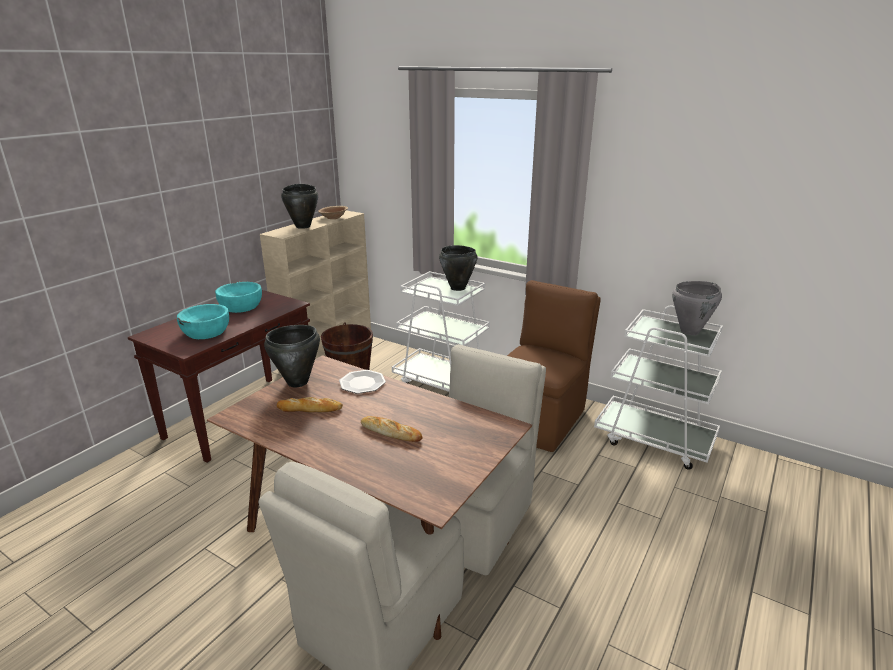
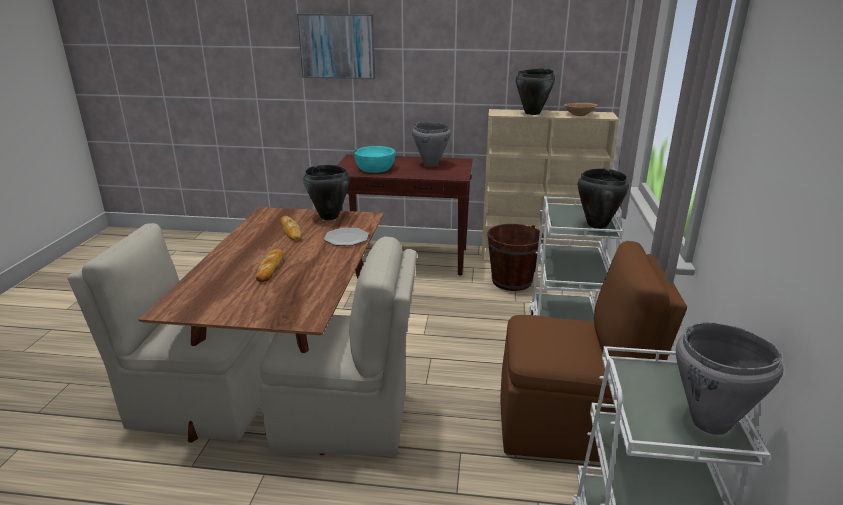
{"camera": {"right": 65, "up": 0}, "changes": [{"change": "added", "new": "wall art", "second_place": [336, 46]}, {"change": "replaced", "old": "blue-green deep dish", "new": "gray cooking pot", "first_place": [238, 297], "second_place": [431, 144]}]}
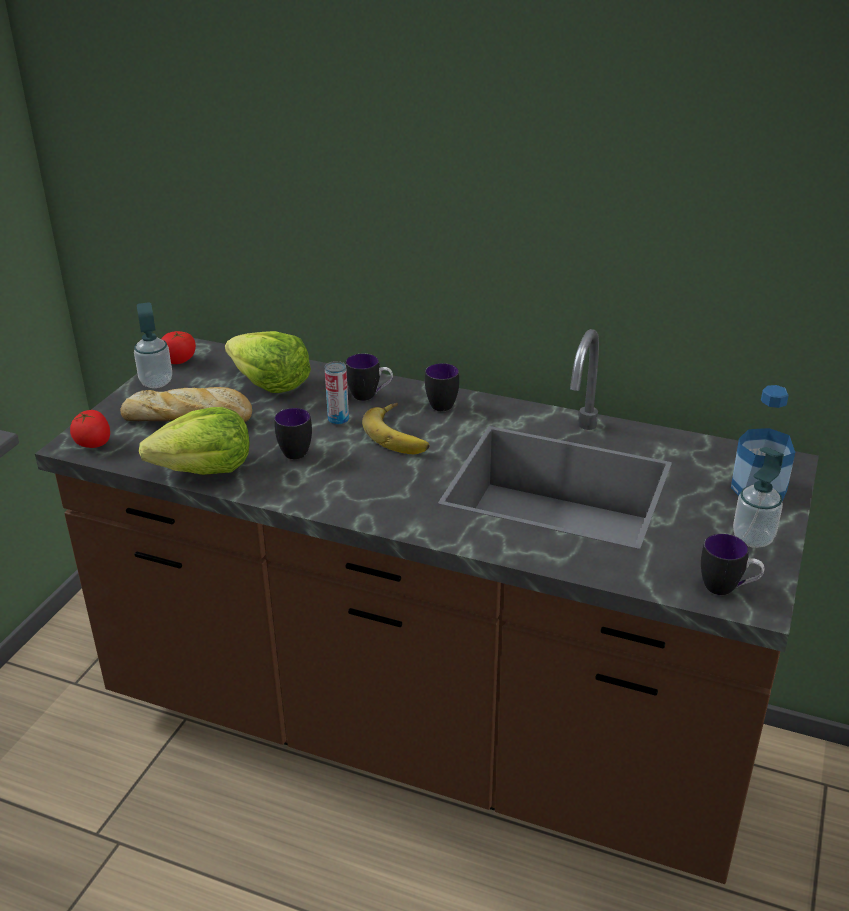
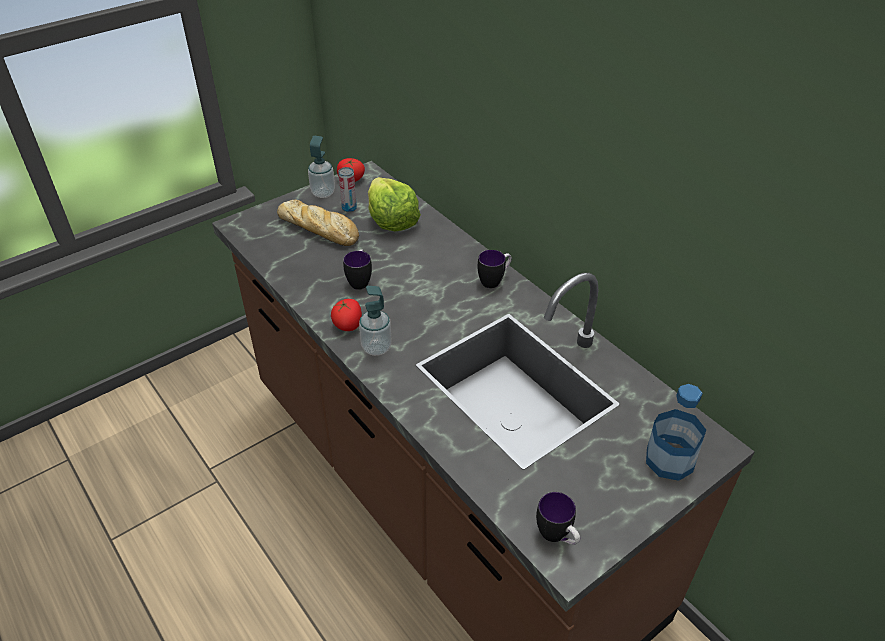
{"camera": {"right": 30, "up": 10}, "changes": [{"change": "moved", "old": "fresh tomato", "first_place": [90, 429], "second_place": [346, 315]}, {"change": "moved", "old": "metal can", "first_place": [337, 393], "second_place": [347, 189]}, {"change": "moved", "old": "liquid soap bottle", "first_place": [758, 497], "second_place": [375, 321]}, {"change": "removed", "old": "head of lettuce", "first_place": [194, 441]}, {"change": "removed", "old": "tea mug", "first_place": [369, 377]}, {"change": "removed", "old": "banana fruit", "first_place": [396, 428]}]}
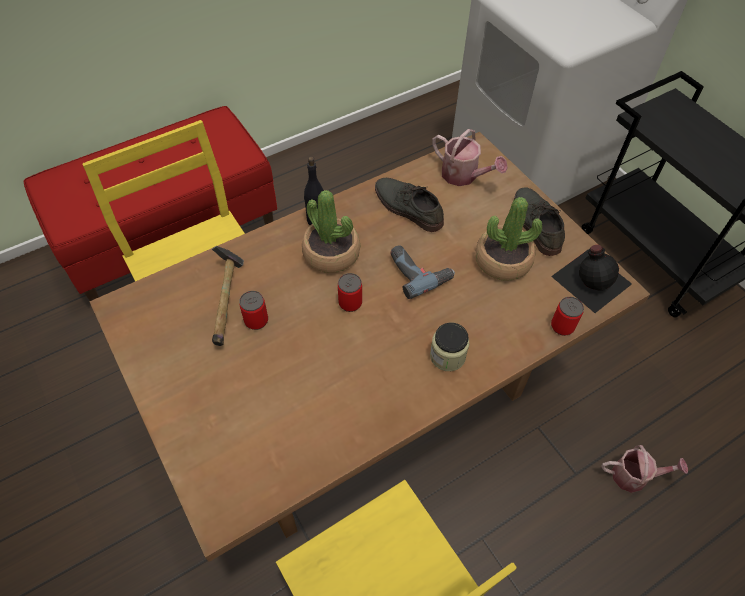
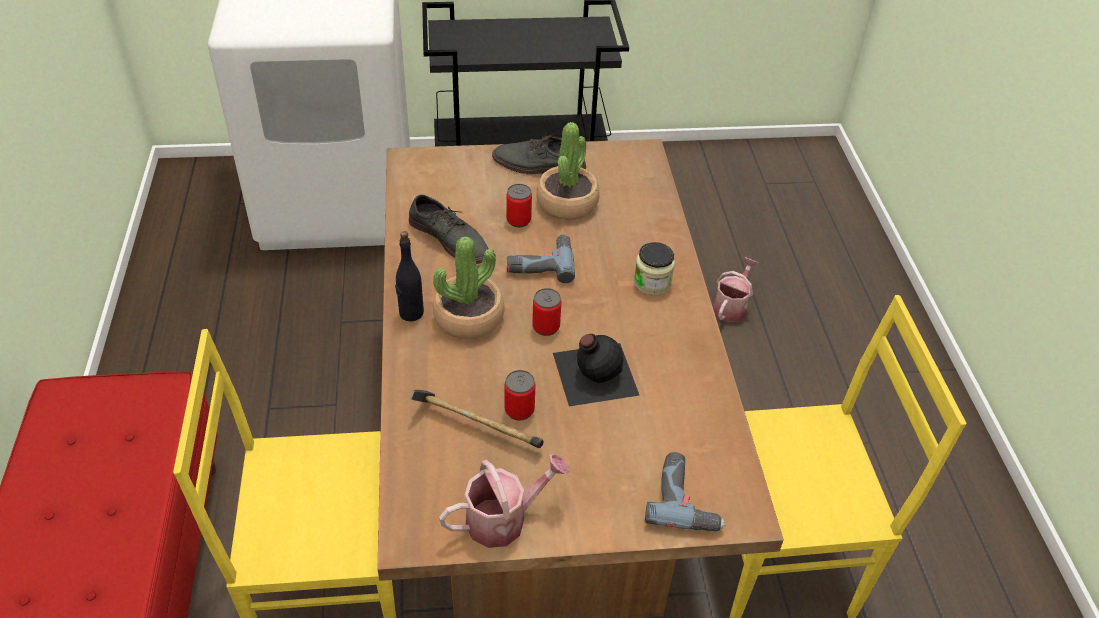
{"camera": {"right": -65, "up": -10}, "changes": [{"change": "turned", "old": "gray item of footwear", "first_place": [409, 205], "second_place": [449, 229], "degrees": -120}, {"change": "moved", "old": "watering can", "first_place": [470, 157], "second_place": [504, 501]}, {"change": "moved", "old": "metal can", "first_place": [567, 316], "second_place": [519, 205]}, {"change": "moved", "old": "black-coloured bottle", "first_place": [591, 279], "second_place": [596, 370]}, {"change": "added", "new": "drill", "second_place": [685, 492]}]}
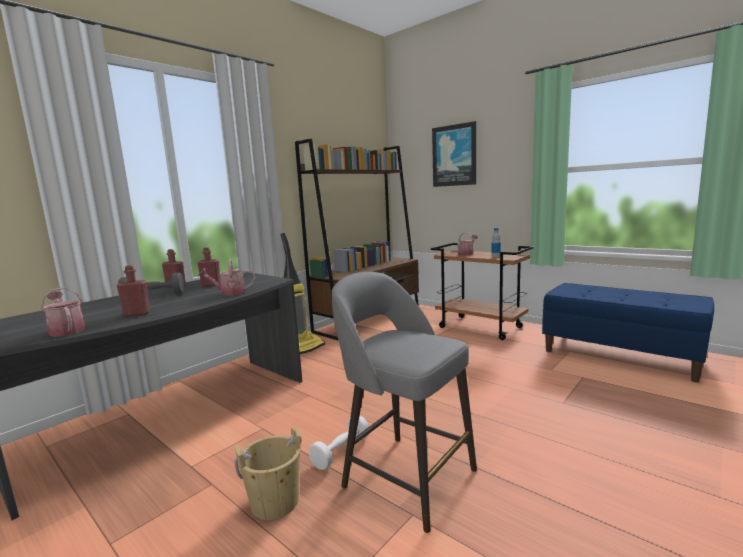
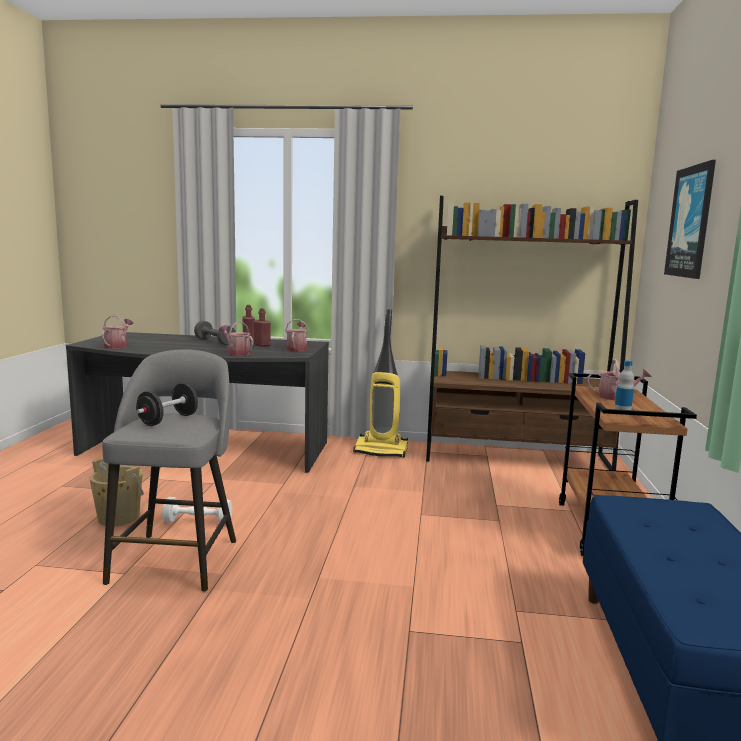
{"camera": {"right": 55, "up": 0}, "changes": [{"change": "added", "new": "black-coloured hand weight", "second_place": [167, 404]}, {"change": "added", "new": "watering can", "second_place": [296, 335]}, {"change": "removed", "old": "red bottle", "first_place": [133, 291]}]}
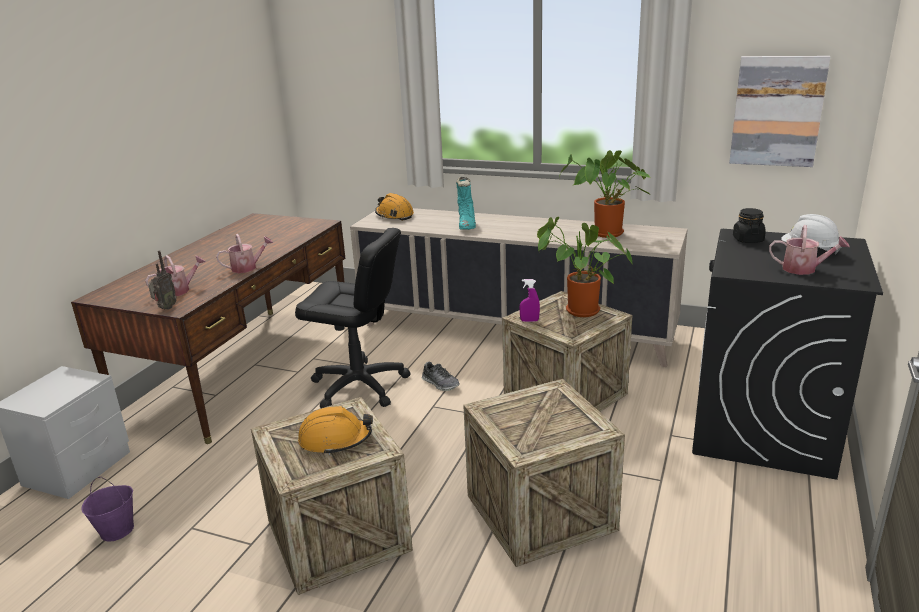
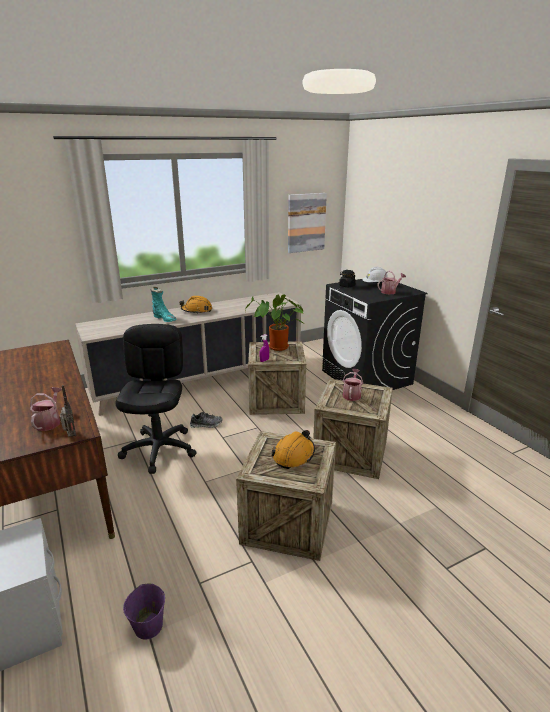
{"camera": {"right": -50, "up": 0}, "changes": [{"change": "turned", "old": "black-coloured office chair", "first_place": [353, 318], "second_place": [156, 399], "degrees": -60}, {"change": "moved", "old": "orangey safety helmet", "first_place": [394, 207], "second_place": [195, 305]}, {"change": "moved", "old": "watering can", "first_place": [244, 253], "second_place": [353, 385]}, {"change": "removed", "old": "houseplant", "first_place": [606, 194]}]}
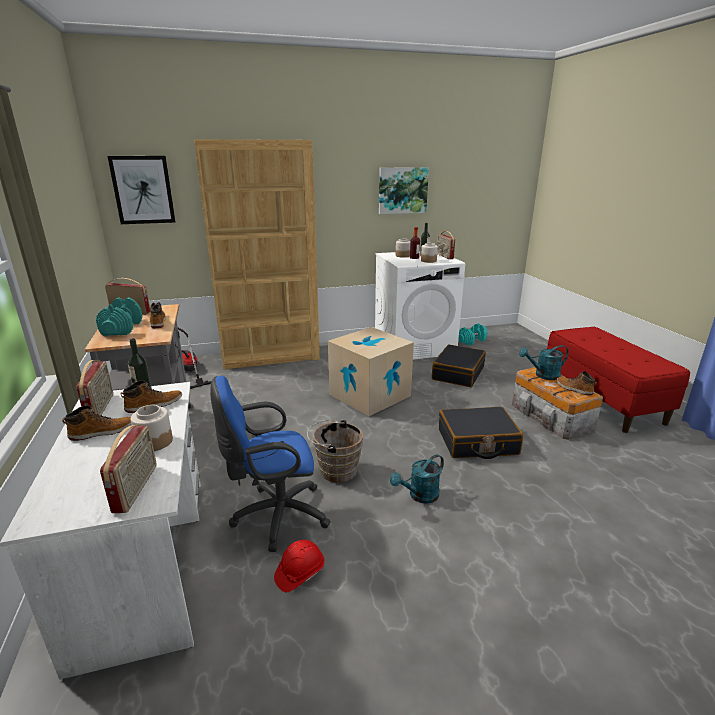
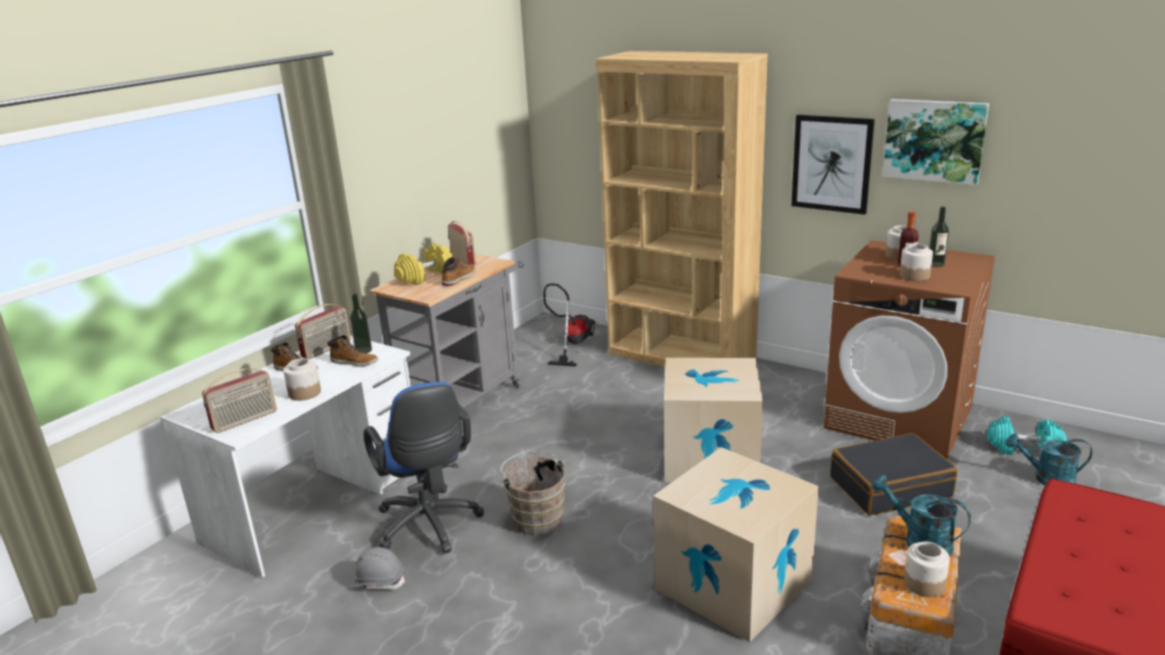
{"camera": {"right": 50, "up": 0}, "changes": [{"change": "recoloured", "old": "red safety helmet", "new": "gray safety helmet", "first_place": [299, 566], "second_place": [377, 568]}, {"change": "turned", "old": "blue office chair", "first_place": [270, 464], "second_place": [424, 468], "degrees": -150}, {"change": "recoloured", "old": "blue-green hand weight", "new": "yellow-coloured hand weight", "first_place": [119, 316], "second_place": [423, 264]}, {"change": "replaced", "old": "black-coloured piece of luggage", "new": "packing box", "first_place": [481, 433], "second_place": [736, 544]}, {"change": "moved", "old": "wall art", "first_place": [141, 190], "second_place": [833, 165]}, {"change": "recoloured", "old": "whitish laundry machine", "new": "brown-coloured laundry machine", "first_place": [420, 306], "second_place": [909, 349]}, {"change": "replaced", "old": "tall boot", "new": "jar", "first_place": [576, 383], "second_place": [927, 569]}, {"change": "moved", "old": "blue-green watering can", "first_place": [417, 479], "second_place": [1049, 459]}, {"change": "removed", "old": "radio set", "first_place": [446, 245]}]}
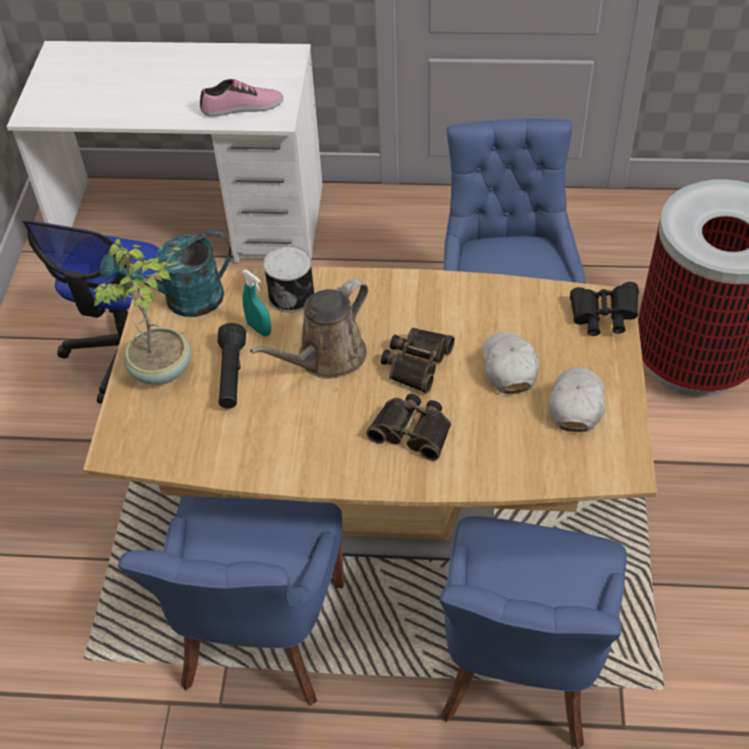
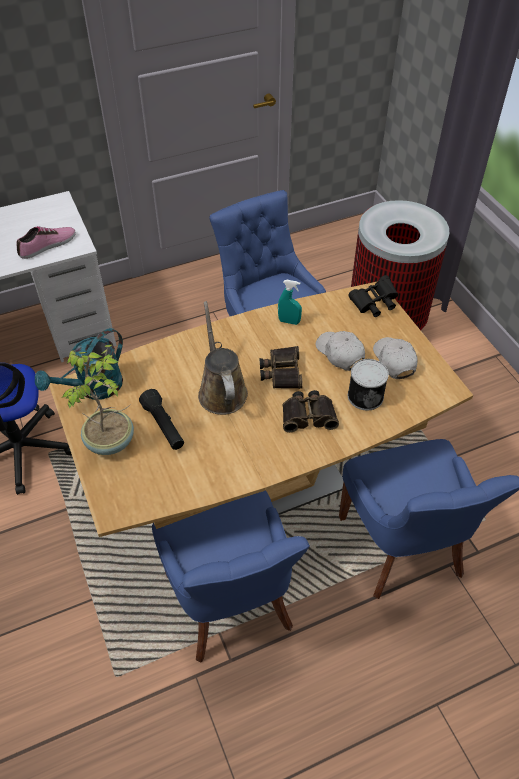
{"camera": {"right": -30, "up": 0}, "changes": [{"change": "turned", "old": "brown-coloured watering can", "first_place": [309, 329], "second_place": [223, 358], "degrees": 150}, {"change": "moved", "old": "blue-green hand sprayer", "first_place": [256, 303], "second_place": [290, 302]}, {"change": "moved", "old": "metal can", "first_place": [289, 279], "second_place": [368, 385]}]}
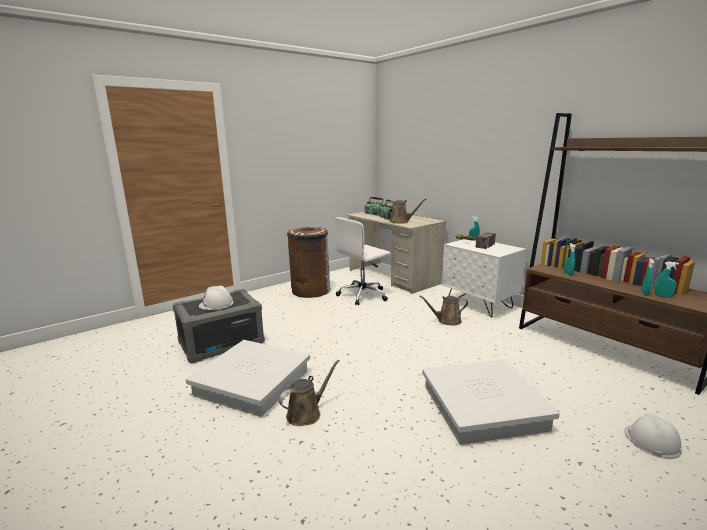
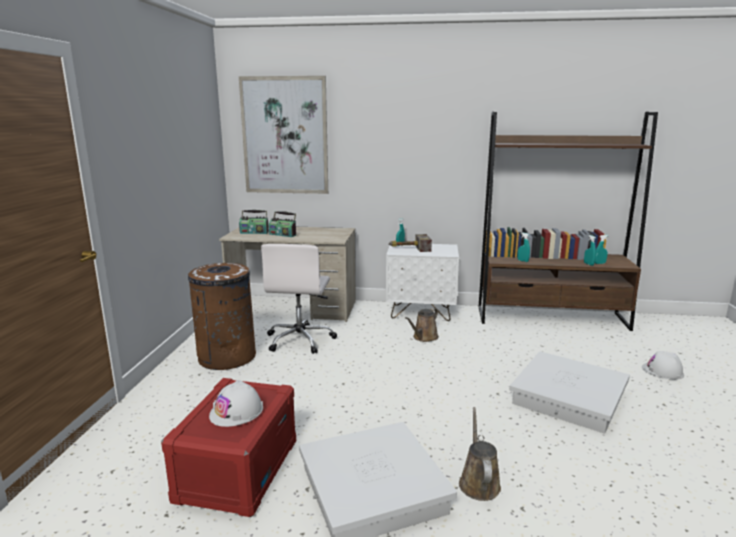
{"camera": {"right": -45, "up": 0}, "changes": [{"change": "recoloured", "old": "gray storage box", "new": "red storage box", "first_place": [219, 326], "second_place": [228, 447]}, {"change": "added", "new": "wall art", "second_place": [283, 135]}, {"change": "removed", "old": "brown-coloured watering can", "first_place": [406, 211]}]}
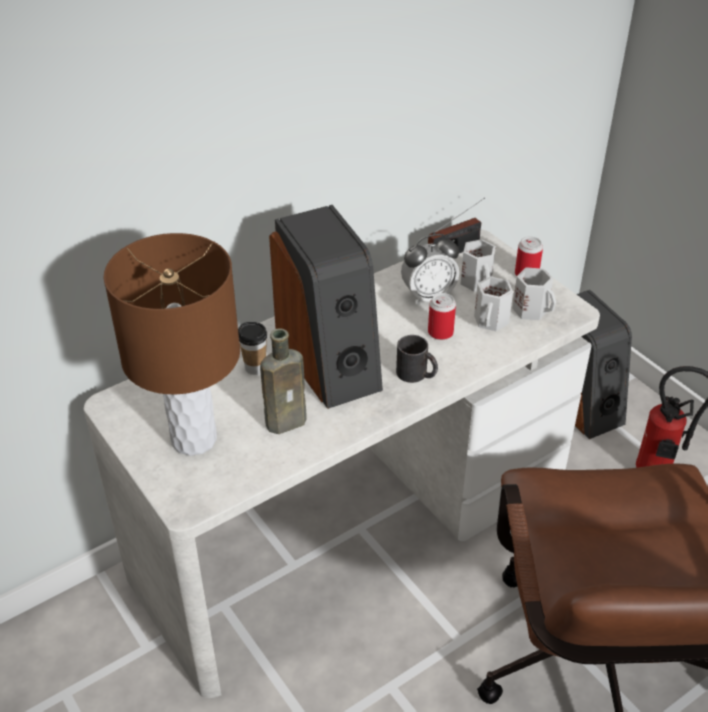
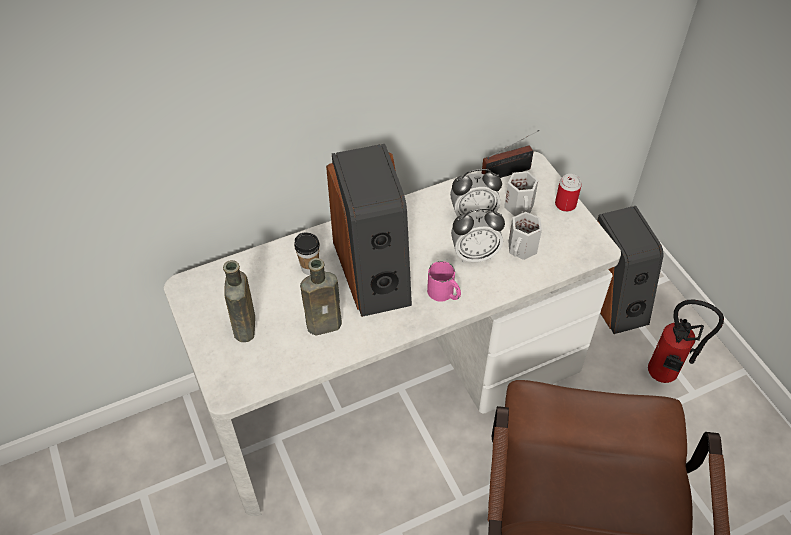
{"camera": {"right": 10, "up": 10}, "changes": [{"change": "replaced", "old": "brown-coloured table lamp", "new": "brown-coloured bottle", "first_place": [172, 344], "second_place": [239, 301]}, {"change": "recoloured", "old": "black-coloured tea mug", "new": "pink-coloured tea mug", "first_place": [417, 359], "second_place": [444, 281]}, {"change": "replaced", "old": "metal can", "new": "bedside clock", "first_place": [442, 316], "second_place": [478, 235]}, {"change": "removed", "old": "whitish tea mug", "first_place": [534, 293]}]}
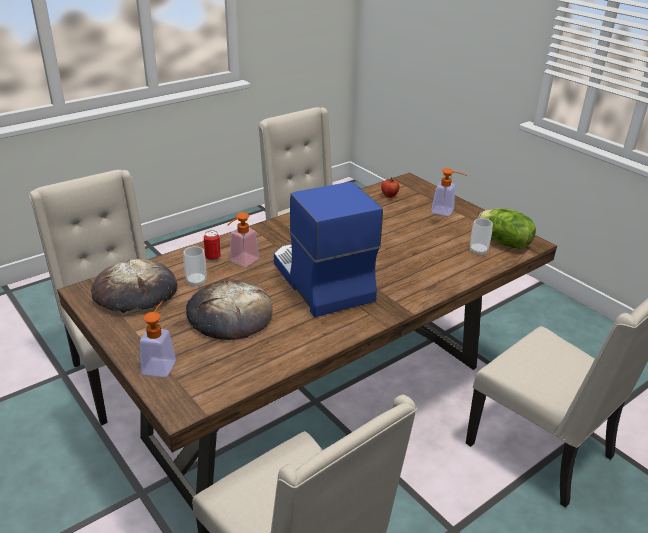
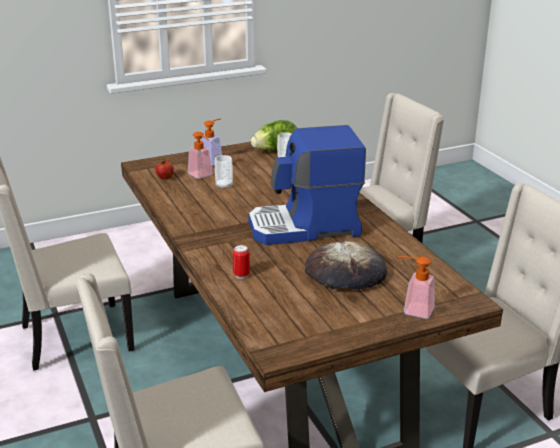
{"camera": {"right": -75, "up": -5}, "changes": [{"change": "moved", "old": "liquid soap bottle", "first_place": [243, 239], "second_place": [200, 155]}, {"change": "moved", "old": "drinking cup", "first_place": [195, 266], "second_place": [224, 172]}, {"change": "removed", "old": "bakery bread", "first_place": [134, 286]}]}
